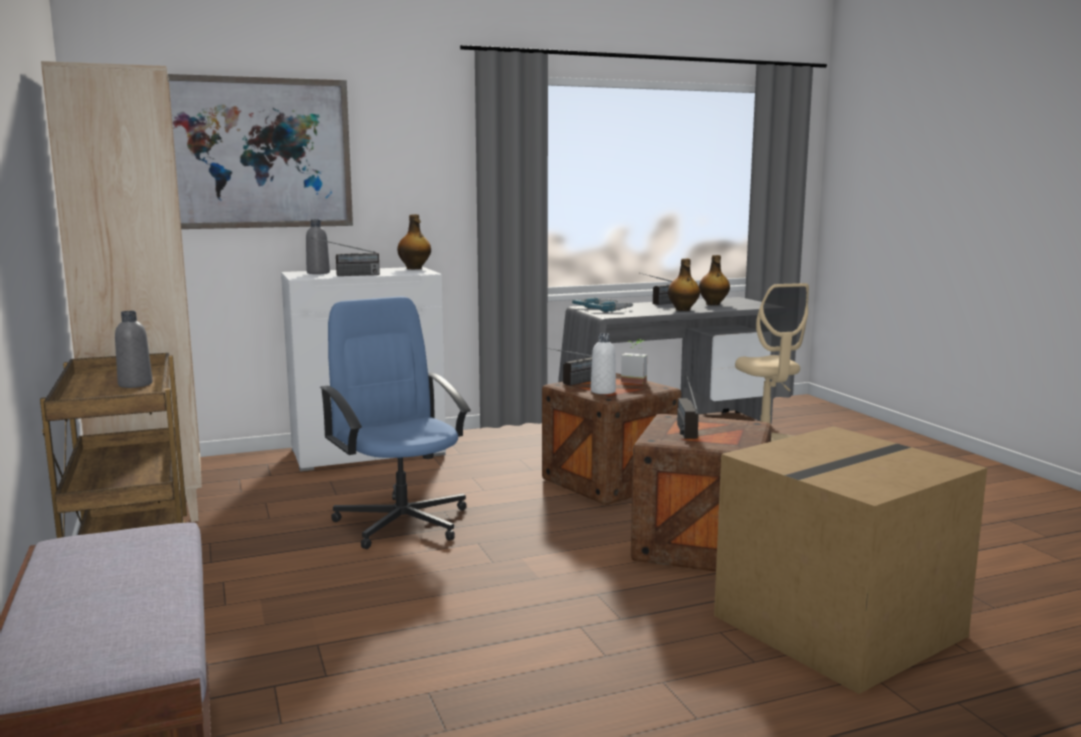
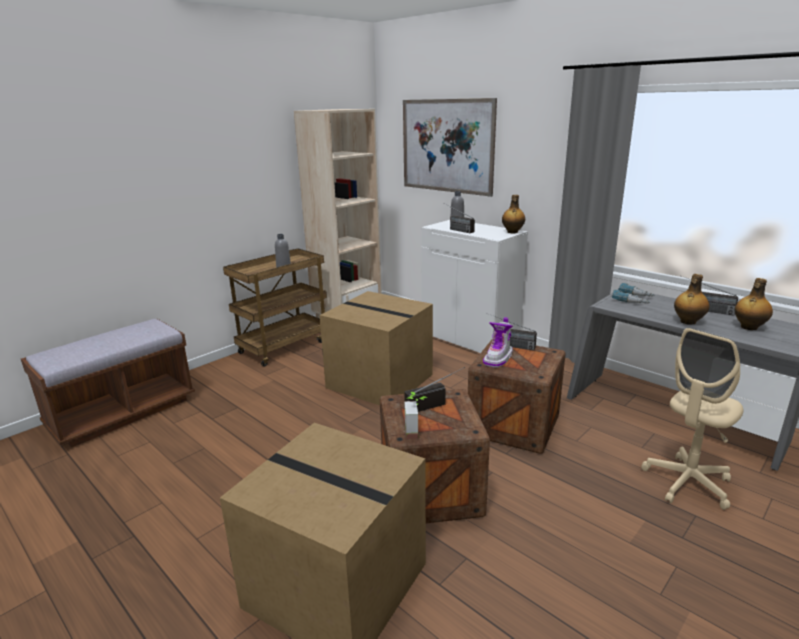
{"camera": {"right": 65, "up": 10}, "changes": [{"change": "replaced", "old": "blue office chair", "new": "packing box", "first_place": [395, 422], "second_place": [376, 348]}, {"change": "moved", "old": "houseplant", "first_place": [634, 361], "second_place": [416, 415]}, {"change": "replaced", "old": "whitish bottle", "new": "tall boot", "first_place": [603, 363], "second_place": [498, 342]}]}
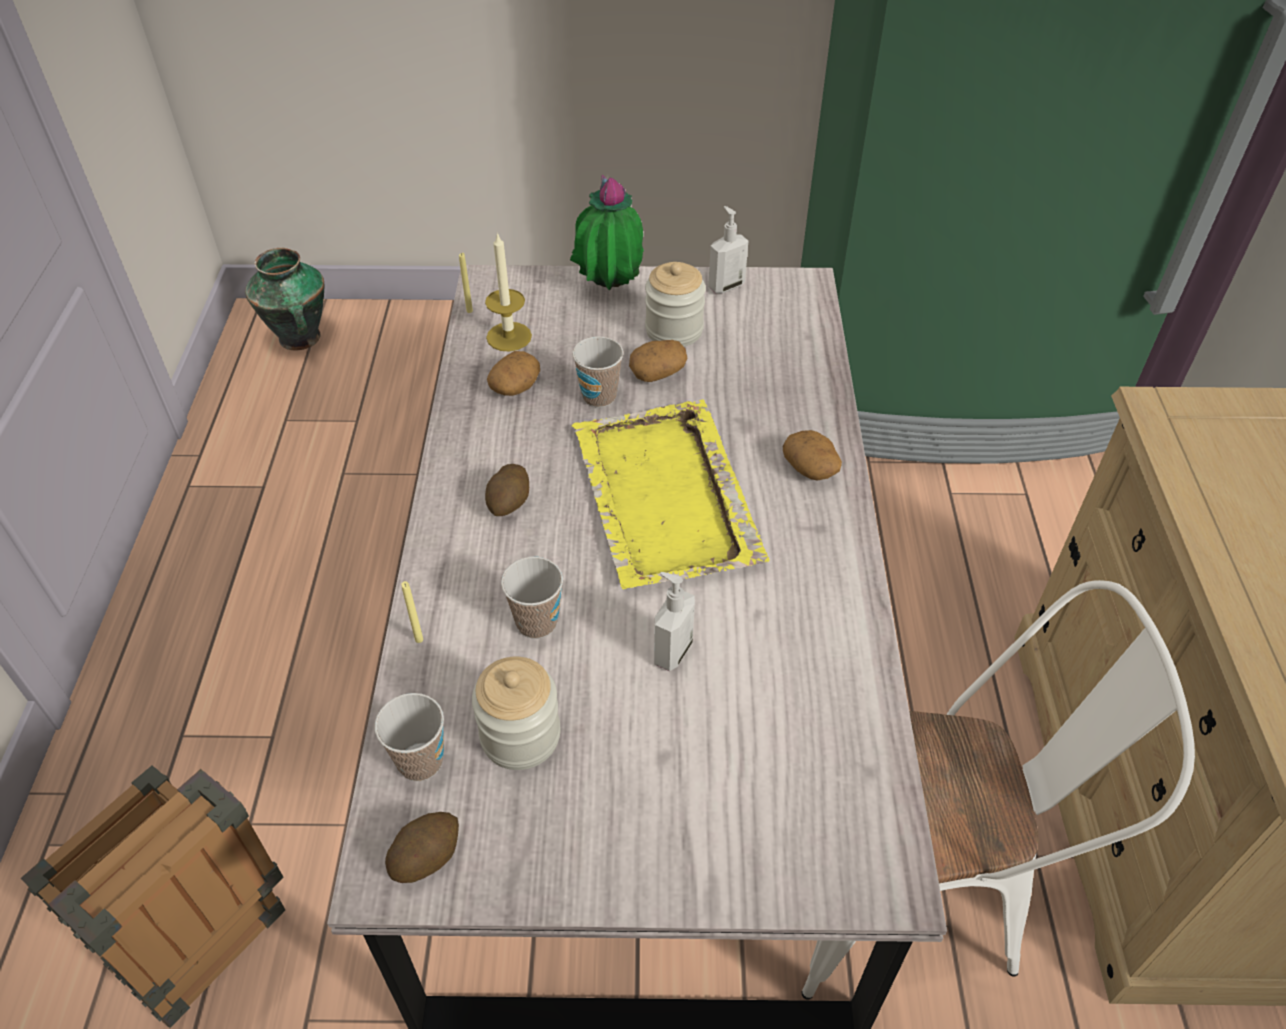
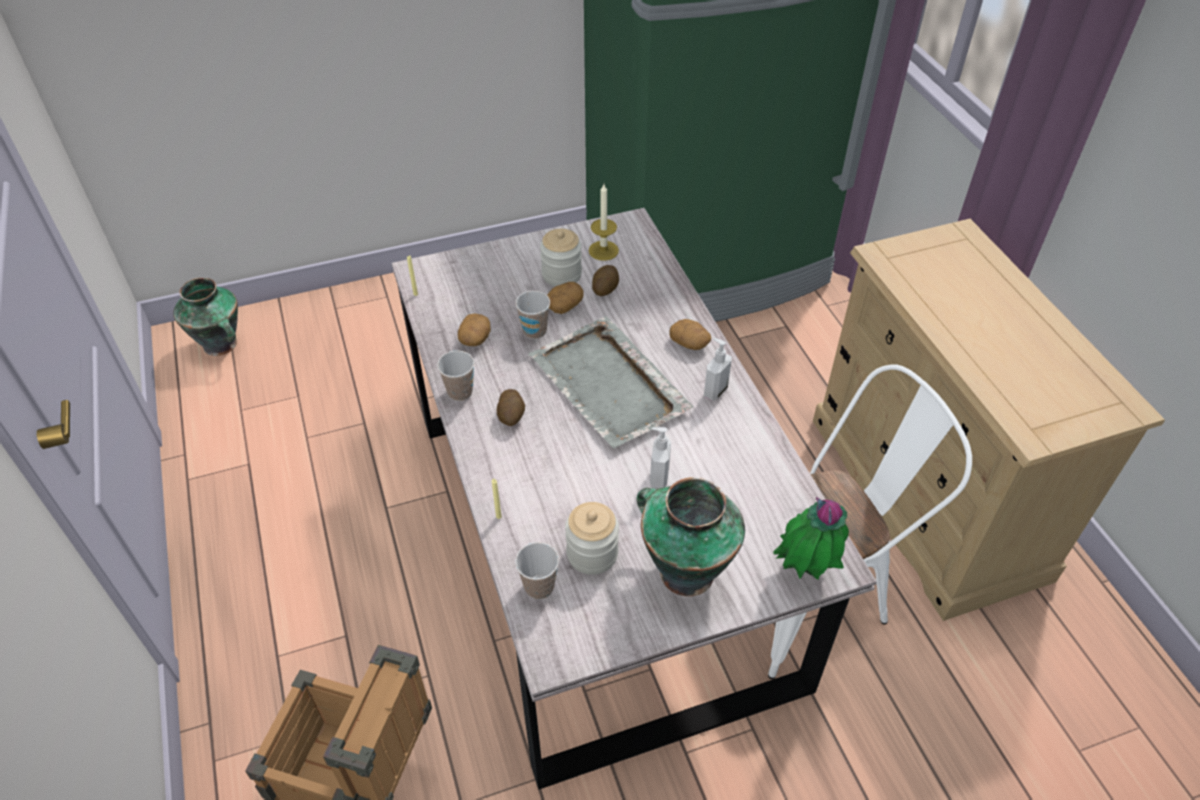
{"camera": {"right": -20, "up": 0}, "changes": [{"change": "moved", "old": "drinking cup", "first_place": [532, 598], "second_place": [455, 376]}, {"change": "recoloured", "old": "yellow-coloured carrying tray", "new": "gray carrying tray", "first_place": [671, 494], "second_place": [611, 382]}, {"change": "moved", "old": "wax candle", "first_place": [508, 291], "second_place": [604, 222]}, {"change": "moved", "old": "whole potato", "first_place": [422, 847], "second_place": [605, 280]}, {"change": "added", "new": "decorative vase", "second_place": [691, 536]}, {"change": "moved", "old": "liquid soap bottle", "first_place": [728, 249], "second_place": [718, 369]}, {"change": "moved", "old": "houseplant", "first_place": [607, 232], "second_place": [811, 538]}]}
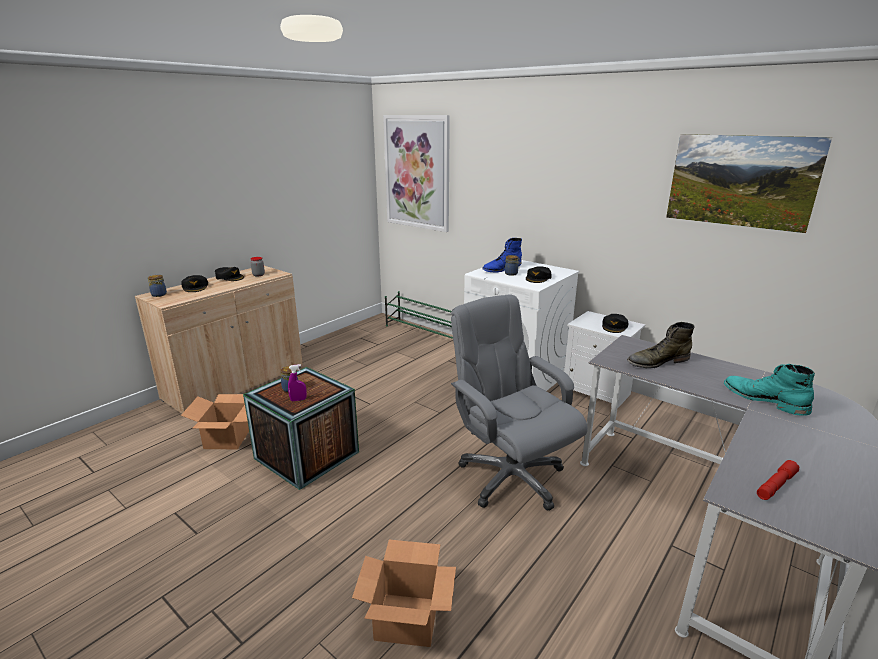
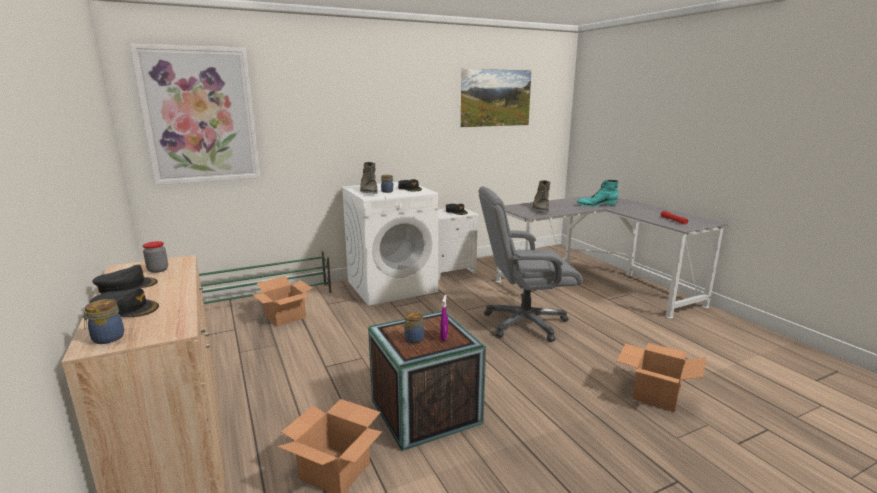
{"camera": {"right": -65, "up": -5}, "changes": [{"change": "added", "new": "packing box", "second_place": [282, 301]}, {"change": "recoloured", "old": "blue tall boot", "new": "green tall boot", "first_place": [502, 255], "second_place": [369, 178]}]}
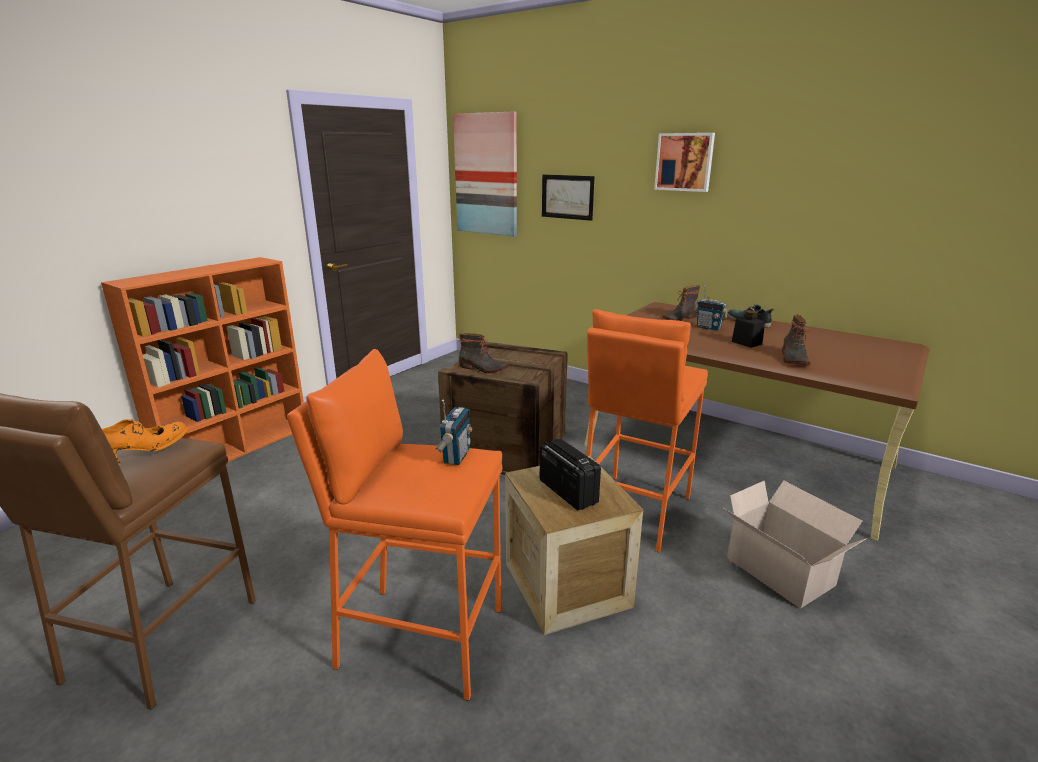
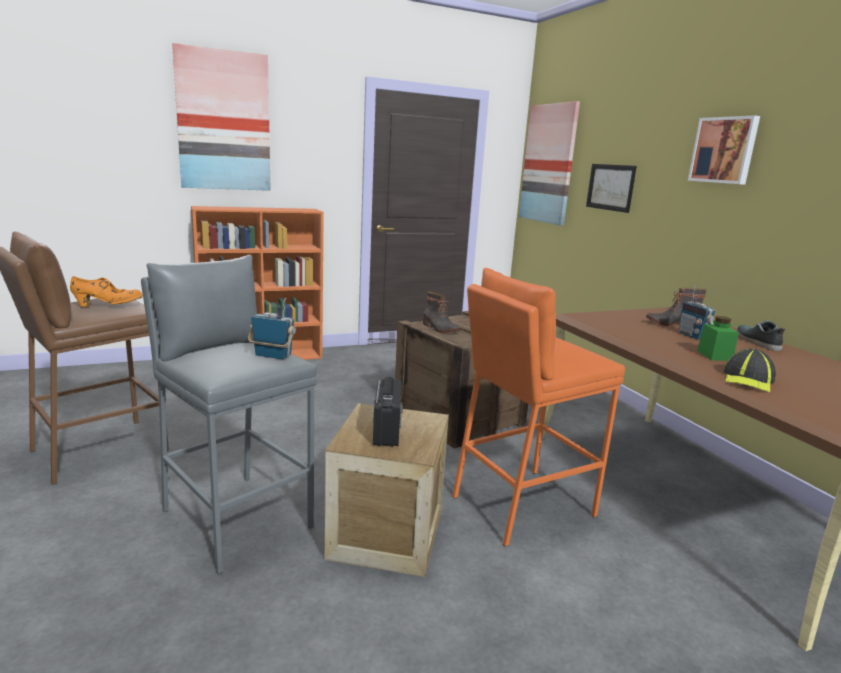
{"camera": {"right": 30, "up": -5}, "changes": [{"change": "recoloured", "old": "orangey stool", "new": "gray stool", "first_place": [394, 525], "second_place": [229, 414]}, {"change": "added", "new": "wall art", "second_place": [221, 117]}, {"change": "turned", "old": "radio set", "first_place": [454, 432], "second_place": [272, 329], "degrees": -120}, {"change": "recoloured", "old": "black-coloured jar", "new": "green jar", "first_place": [748, 329], "second_place": [717, 338]}, {"change": "replaced", "old": "tall boot", "new": "baseball cap", "first_place": [796, 340], "second_place": [750, 370]}, {"change": "removed", "old": "packing box", "first_place": [795, 544]}]}
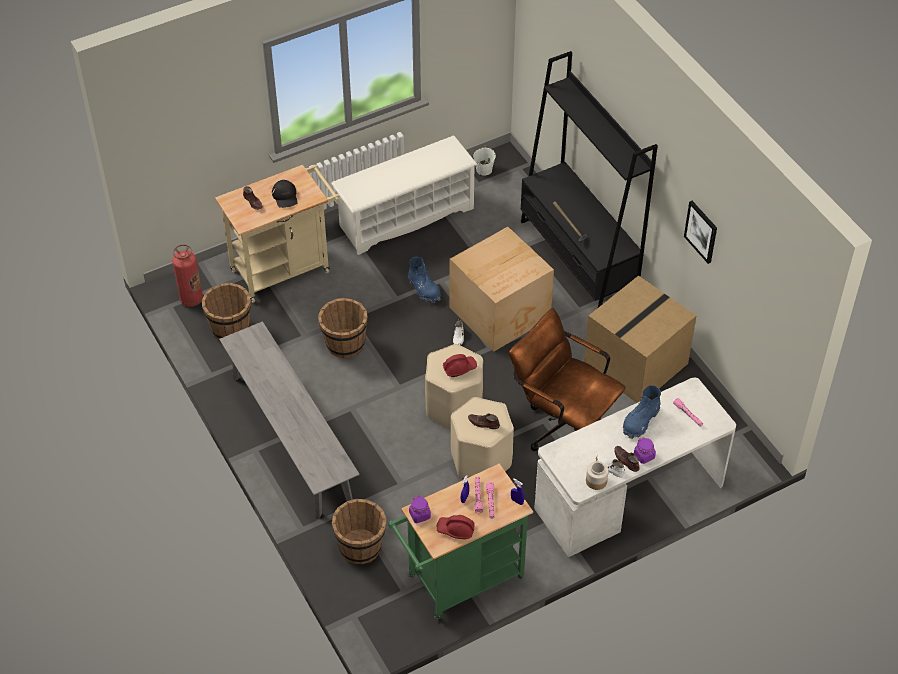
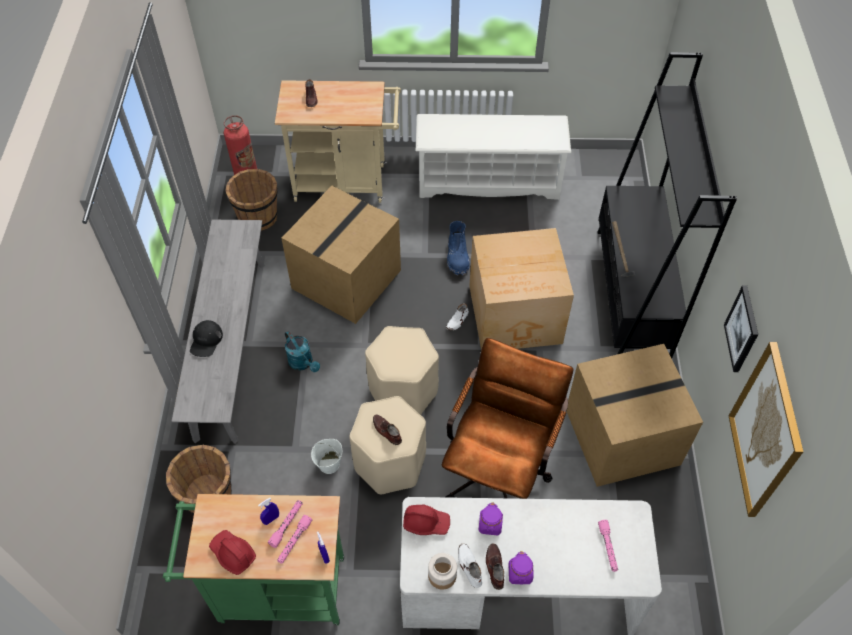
{"camera": {"right": 30, "up": 5}, "changes": [{"change": "moved", "old": "black-coloured baseball cap", "first_place": [285, 194], "second_place": [206, 338]}, {"change": "replaced", "old": "brown-coloured pail", "new": "packing box", "first_place": [343, 328], "second_place": [341, 255]}, {"change": "added", "new": "blue-green watering can", "second_place": [302, 351]}, {"change": "moved", "old": "whitish pail", "first_place": [484, 160], "second_place": [326, 456]}, {"change": "moved", "old": "red safety helmet", "first_place": [460, 365], "second_place": [426, 520]}, {"change": "turned", "old": "brown-coloured office chair", "first_place": [567, 379], "second_place": [507, 418], "degrees": 45}, {"change": "moved", "old": "purple jar", "first_place": [420, 509], "second_place": [491, 518]}, {"change": "added", "new": "wall art", "second_place": [766, 429]}, {"change": "removed", "old": "blue tall boot", "first_place": [642, 412]}]}
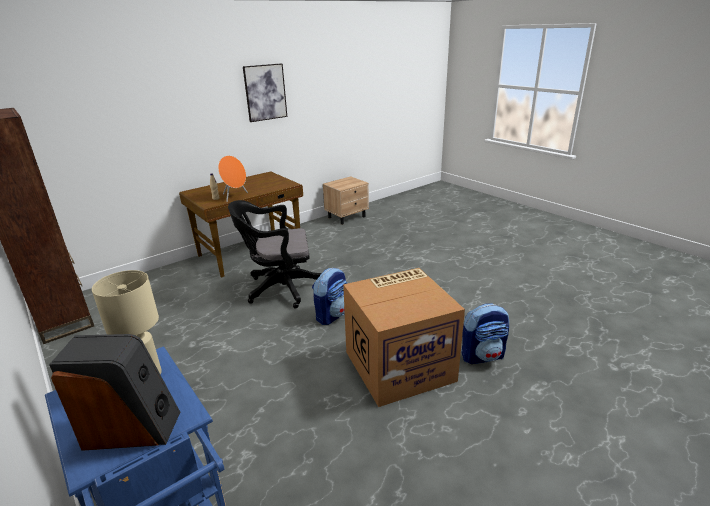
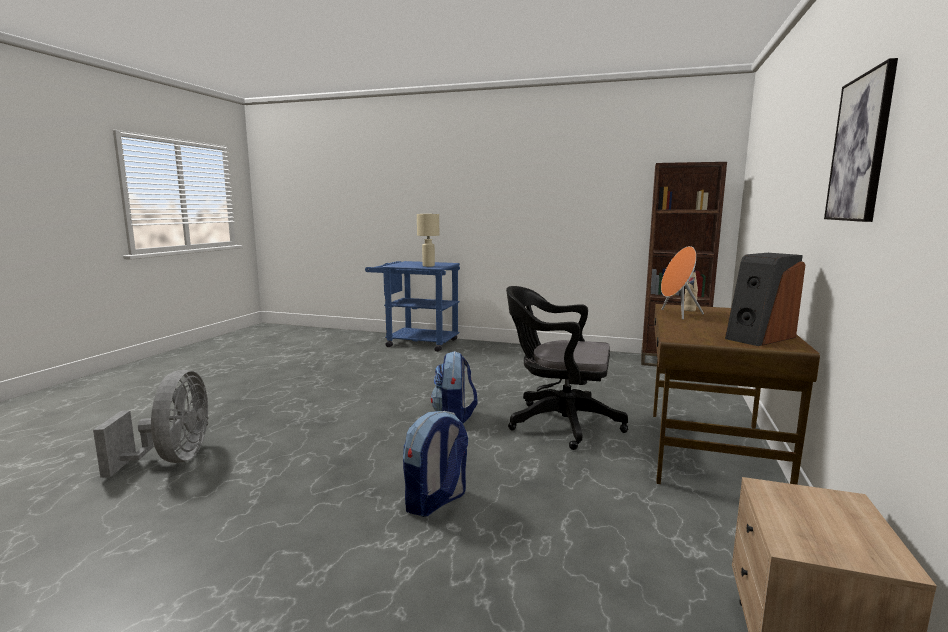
{"camera": {"right": 145, "up": -15}, "changes": [{"change": "added", "new": "gray cooling fan", "second_place": [151, 424]}, {"change": "moved", "old": "rucksack", "first_place": [485, 334], "second_place": [435, 464]}, {"change": "turned", "old": "black-coloured office chair", "first_place": [274, 254], "second_place": [567, 368], "degrees": -120}, {"change": "moved", "old": "loudspeaker", "first_place": [114, 392], "second_place": [765, 299]}, {"change": "removed", "old": "packing box", "first_place": [404, 337]}]}
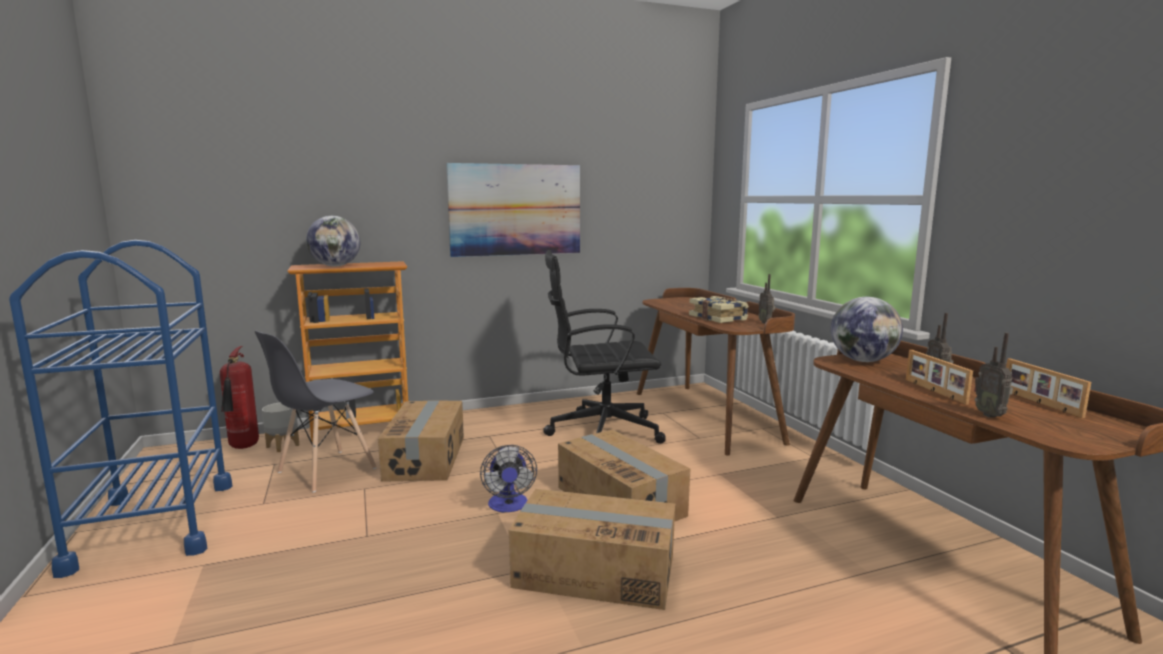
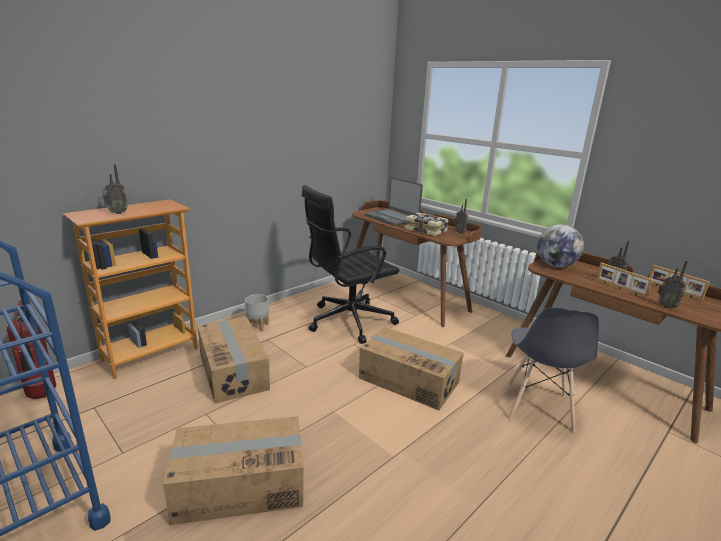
{"camera": {"right": -25, "up": 10}, "changes": [{"change": "replaced", "old": "globe", "new": "radio set", "first_place": [333, 241], "second_place": [115, 189]}, {"change": "moved", "old": "packing box", "first_place": [592, 549], "second_place": [233, 470]}, {"change": "moved", "old": "gray flower pot", "first_place": [281, 427], "second_place": [257, 313]}, {"change": "added", "new": "portable computer", "second_place": [394, 201]}, {"change": "moved", "old": "gray plain chair", "first_place": [316, 411], "second_place": [553, 369]}, {"change": "removed", "old": "wall art", "first_place": [513, 210]}, {"change": "removed", "old": "cooling fan", "first_place": [508, 478]}]}
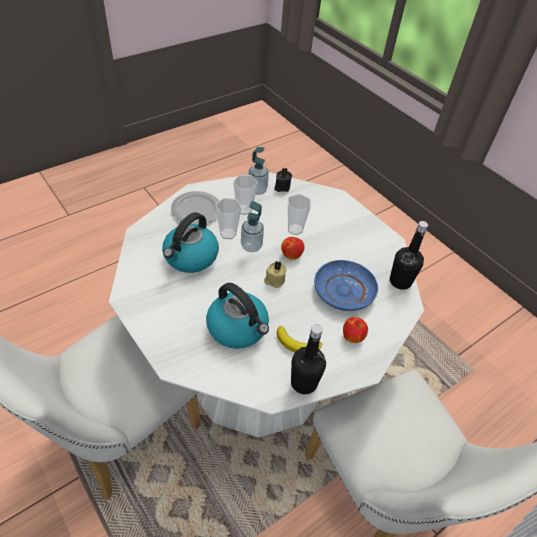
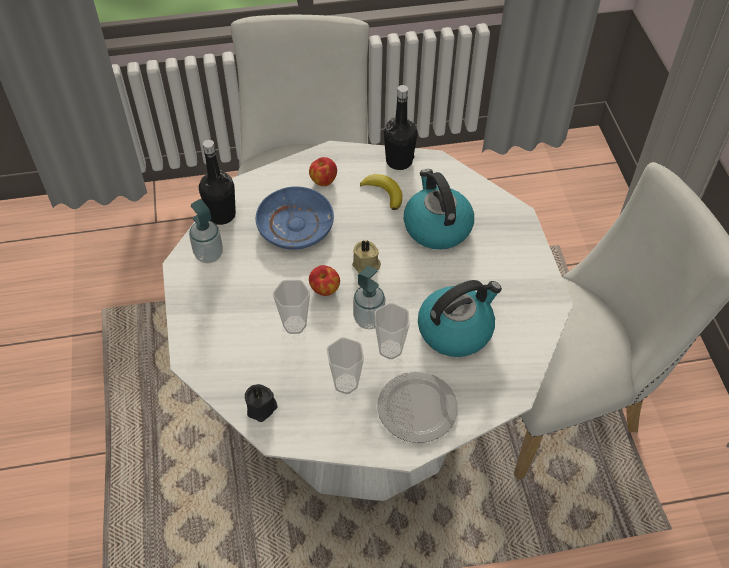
{"camera": {"right": -150, "up": 5}, "changes": [{"change": "moved", "old": "liquid soap bottle", "first_place": [258, 171], "second_place": [206, 231]}]}
